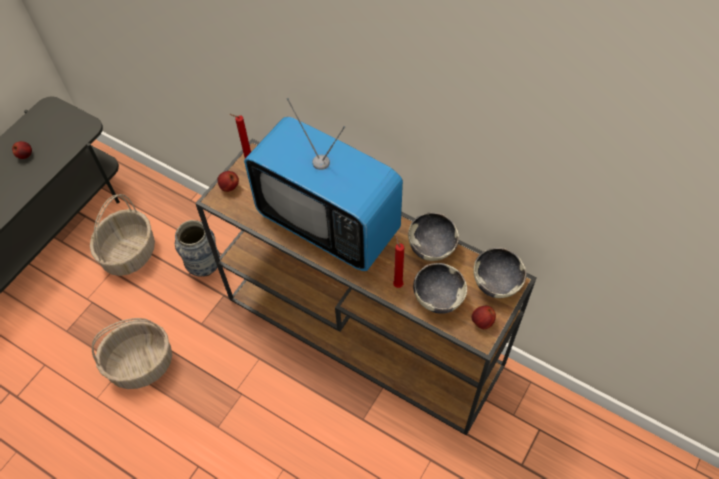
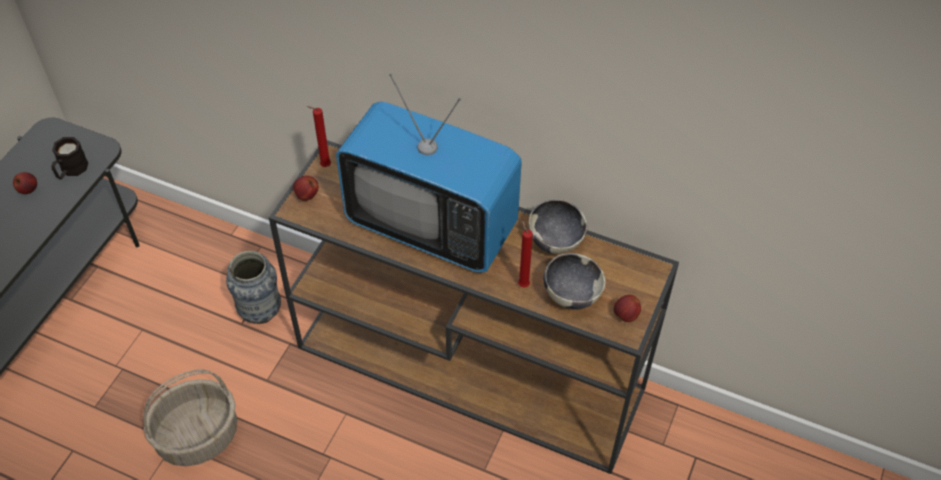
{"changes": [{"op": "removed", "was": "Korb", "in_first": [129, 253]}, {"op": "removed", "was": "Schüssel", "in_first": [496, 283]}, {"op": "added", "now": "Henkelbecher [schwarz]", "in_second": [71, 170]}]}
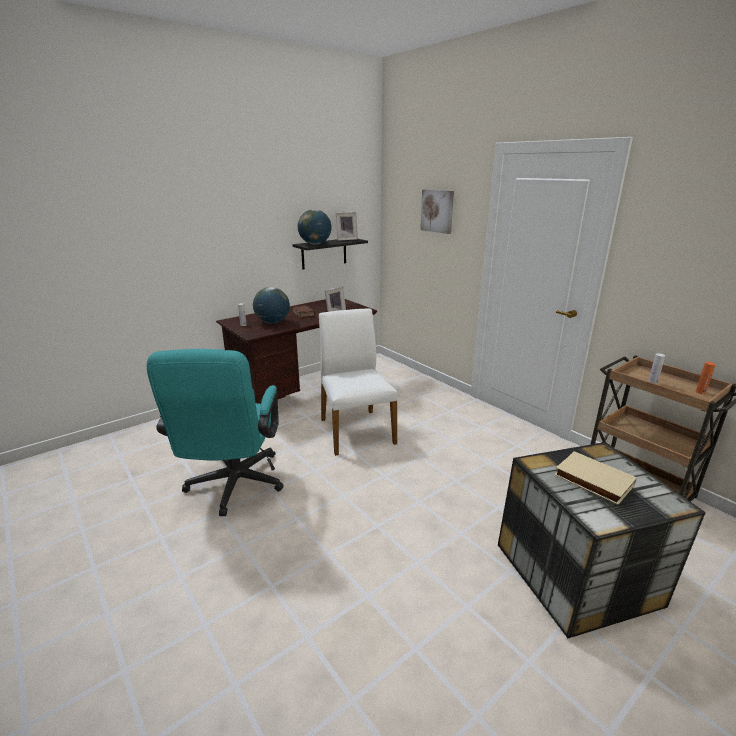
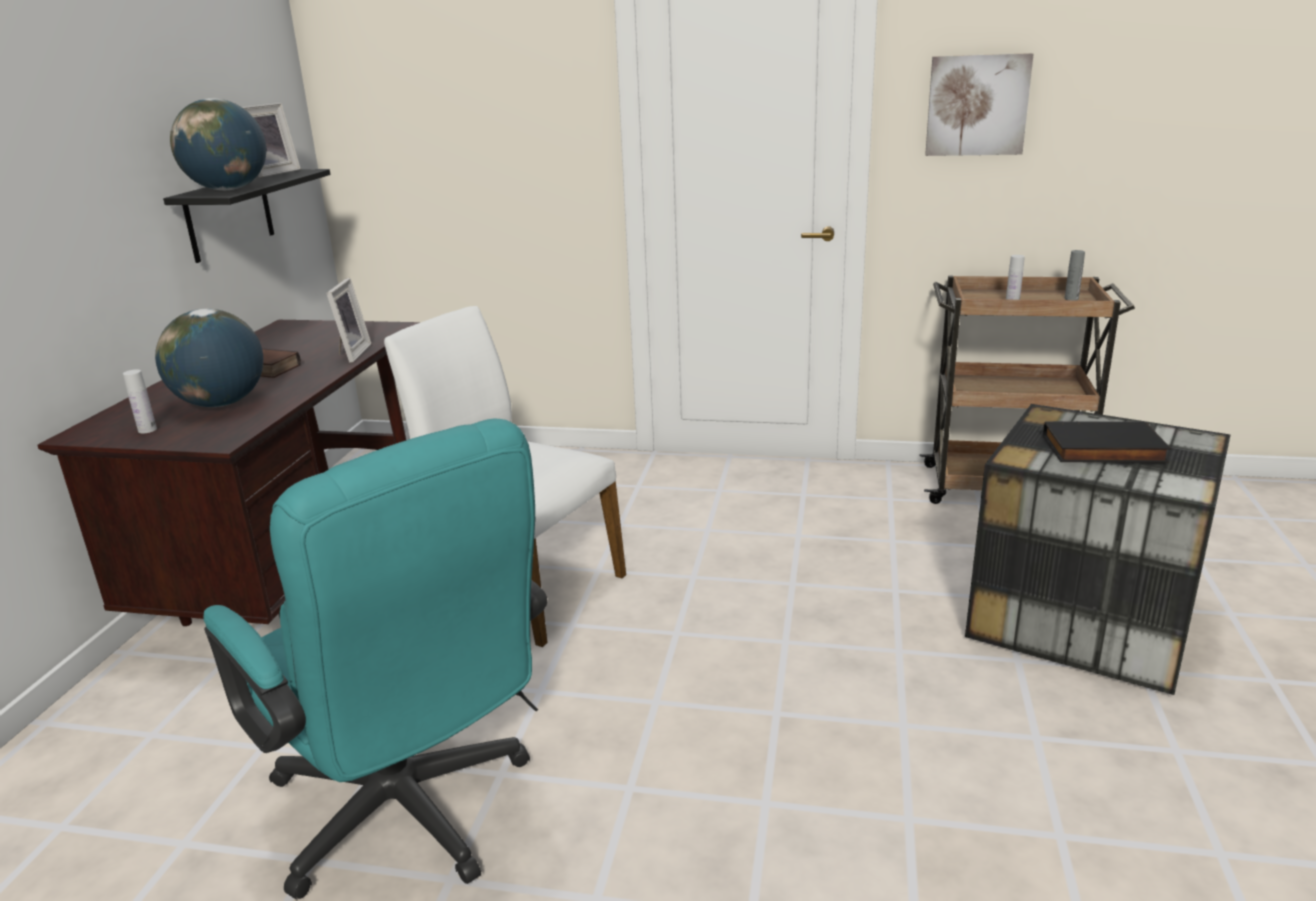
{"changes": [{"op": "moved", "was": "Bild", "in_first": [437, 211], "in_second": [977, 105]}, {"op": "recoloured", "was": "Flasche [orange]", "now": "Flasche [grau]", "in_first": [700, 392], "in_second": [1071, 299]}, {"op": "recoloured", "was": "Buch [beige]", "now": "Buch [schwarz]", "in_first": [592, 481], "in_second": [1103, 450]}]}
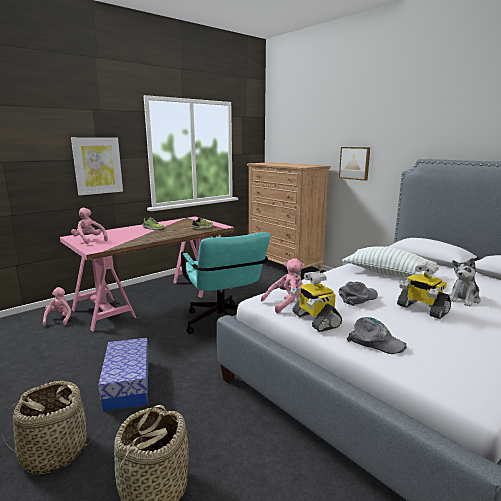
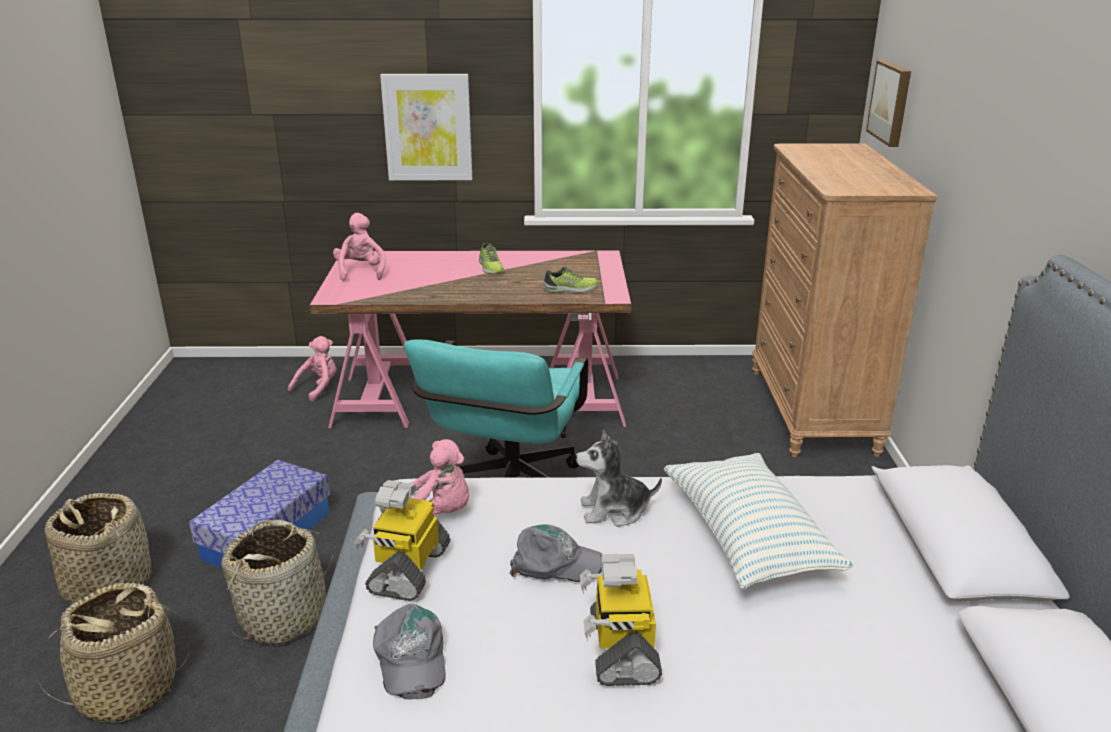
{"changes": [{"op": "moved", "was": "Bild", "in_first": [355, 163], "in_second": [891, 102]}, {"op": "moved", "was": "Plüschtier", "in_first": [463, 299], "in_second": [614, 510]}, {"op": "added", "now": "Korb", "in_second": [284, 617]}]}
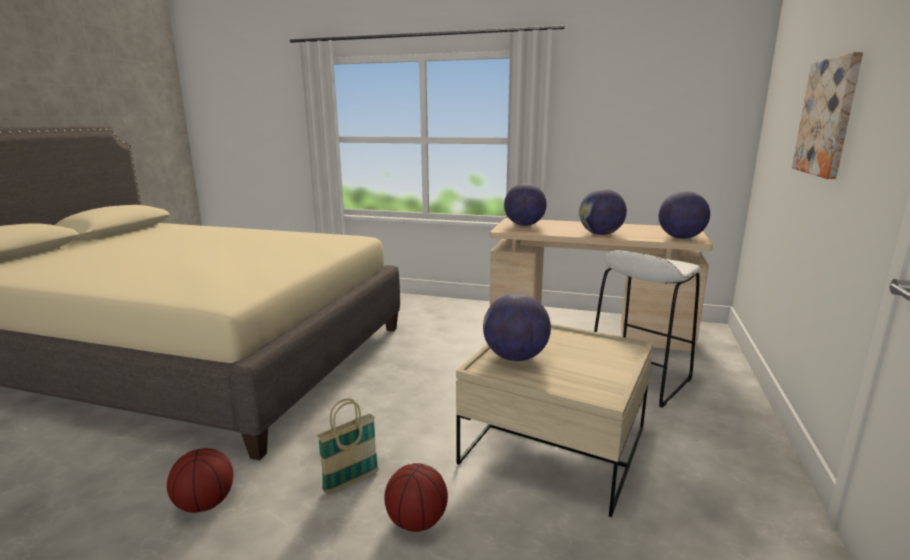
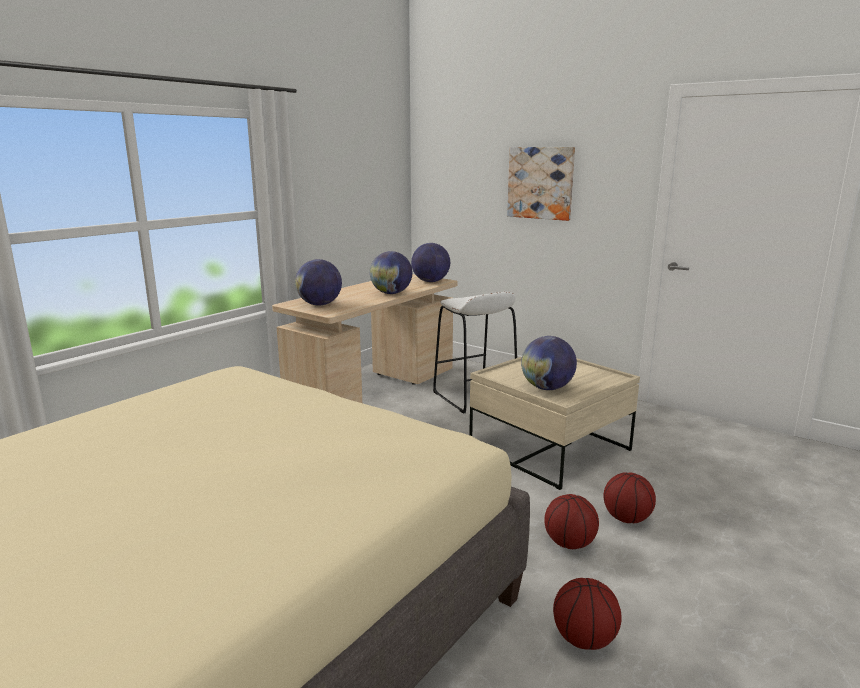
{"changes": [{"op": "replaced", "was": "Korb", "now": "Basketball", "in_first": [351, 482], "in_second": [570, 544]}]}
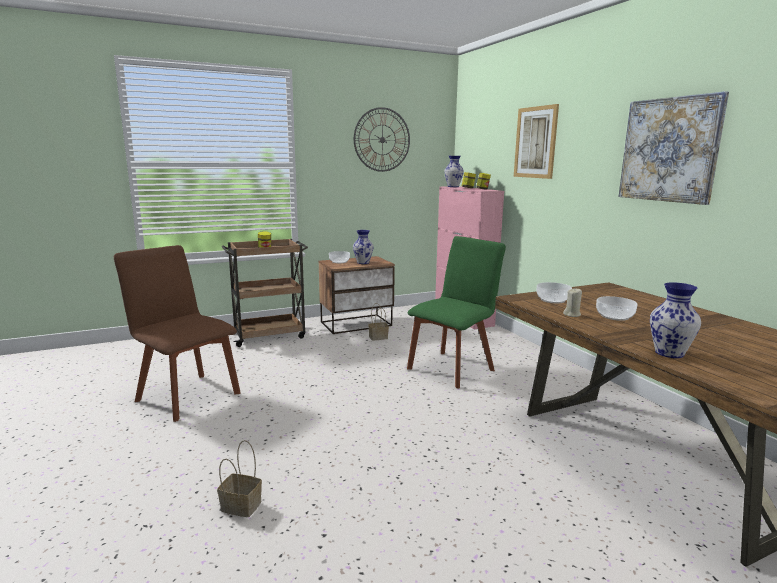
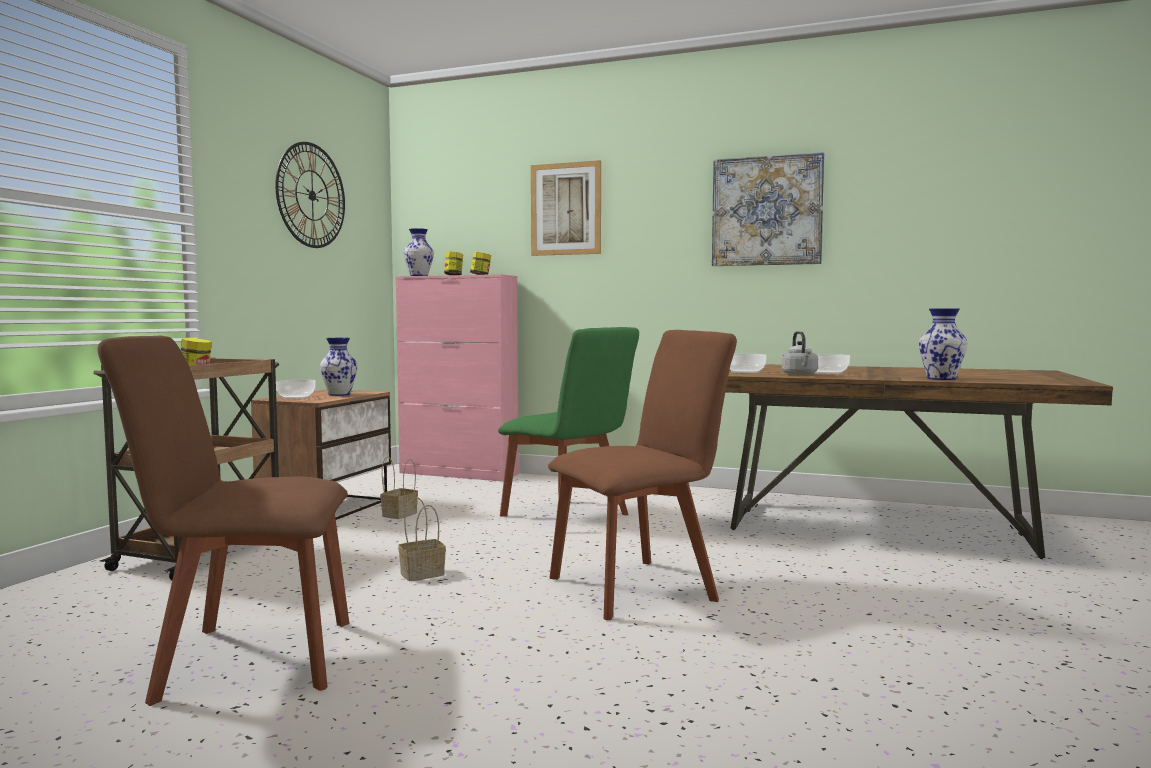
{"changes": [{"op": "turned", "was": "Stuhl [grün]", "in_first": [453, 368], "in_second": [569, 517], "clockwise": 135}, {"op": "replaced", "was": "Kerze [beige]", "now": "Wasserkessel [grau]", "in_first": [572, 314], "in_second": [800, 375]}, {"op": "moved", "was": "Korb", "in_first": [239, 506], "in_second": [421, 574]}, {"op": "added", "now": "Stuhl [braun]", "in_second": [638, 587]}]}
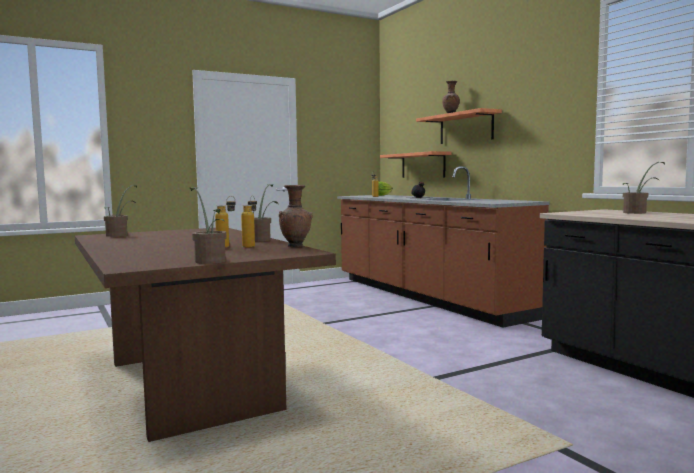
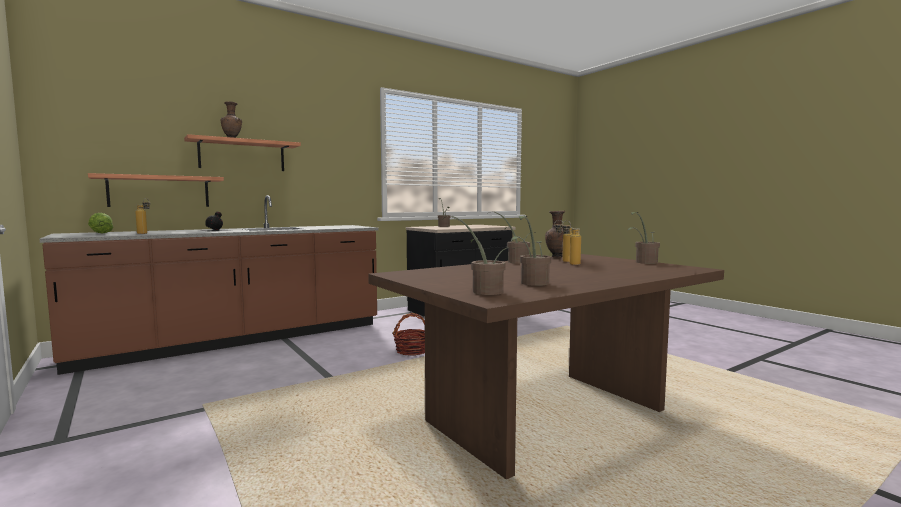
{"changes": [{"op": "added", "now": "Topfpflanze", "in_second": [532, 283]}, {"op": "added", "now": "Korb", "in_second": [412, 351]}]}
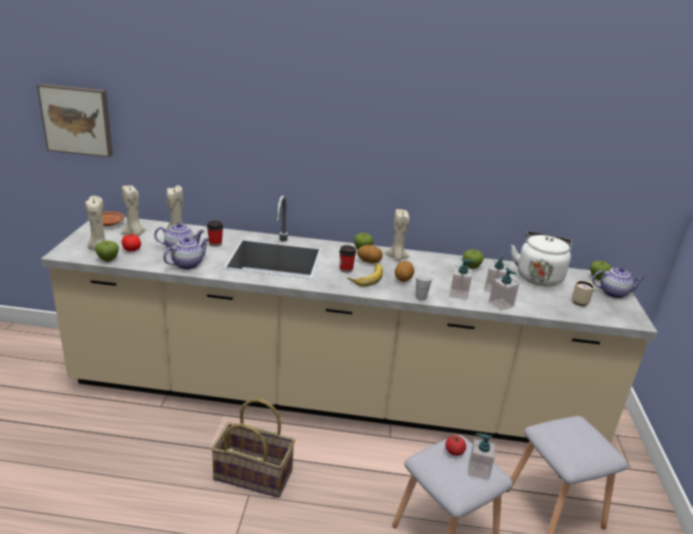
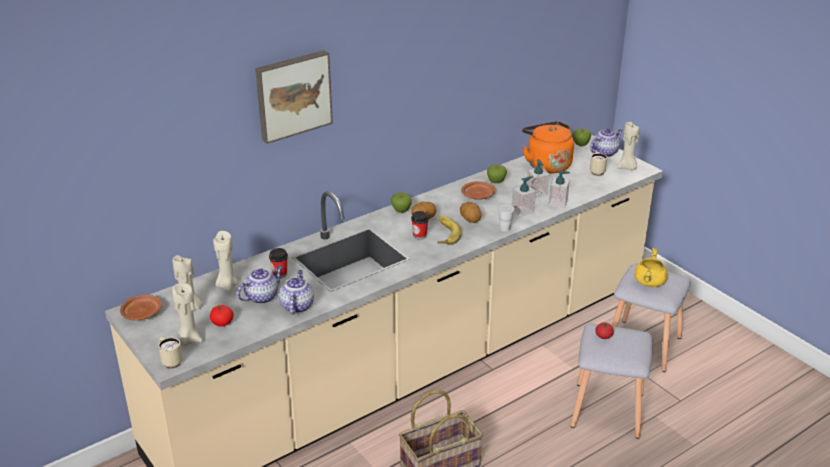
{"changes": [{"op": "moved", "was": "Bild", "in_first": [77, 120], "in_second": [293, 95]}, {"op": "moved", "was": "Kerze [beige]", "in_first": [396, 257], "in_second": [627, 167]}, {"op": "recoloured", "was": "Wasserkessel [weiß]", "now": "Wasserkessel [orange]", "in_first": [538, 276], "in_second": [547, 164]}, {"op": "removed", "was": "Apfel", "in_first": [108, 259]}, {"op": "removed", "was": "Seifenspender", "in_first": [478, 470]}, {"op": "added", "now": "Teller [braun]", "in_second": [478, 195]}, {"op": "added", "now": "Kochtopf [gelb]", "in_second": [650, 282]}, {"op": "added", "now": "Henkelbecher [beige]", "in_second": [170, 361]}]}
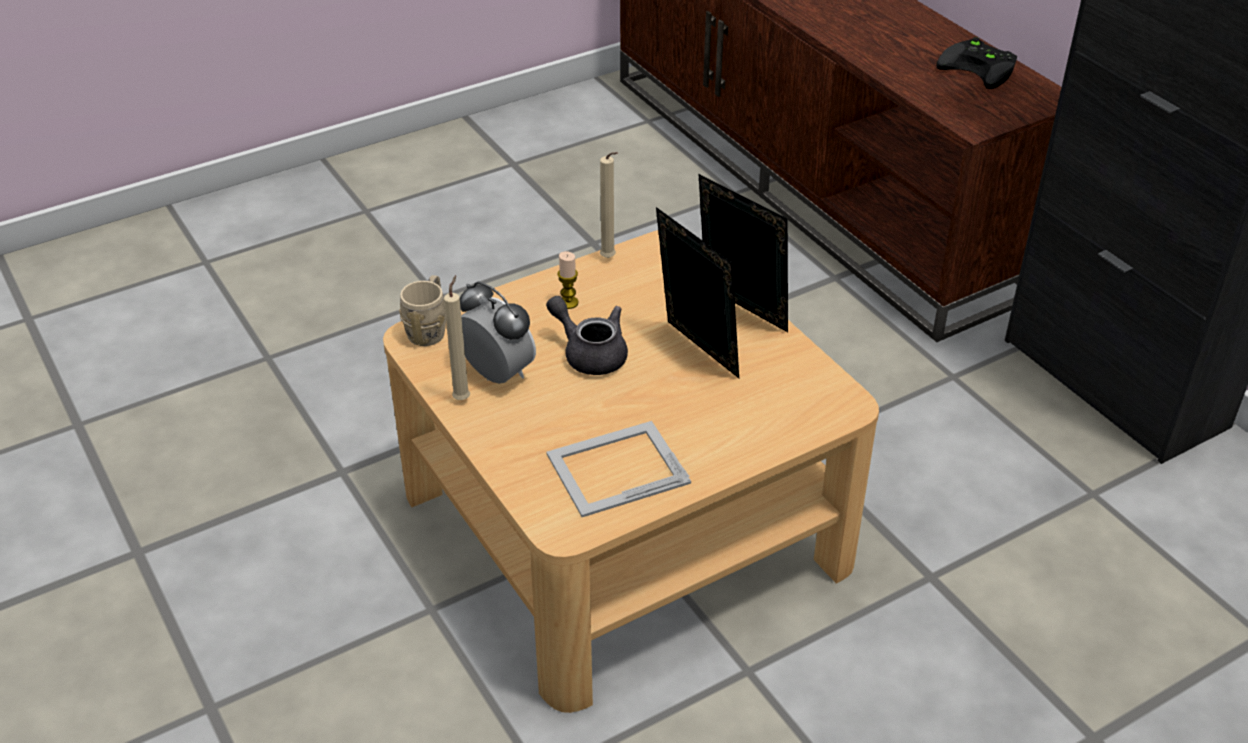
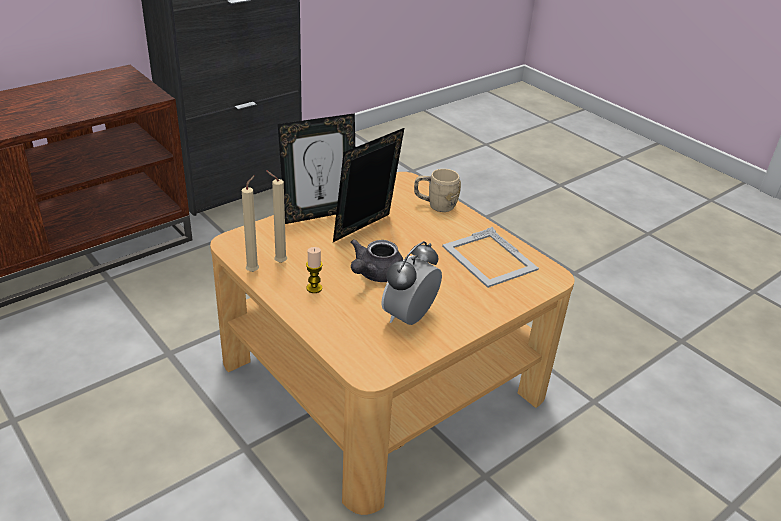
{"changes": [{"op": "removed", "was": "Gamepad [schwarz]", "in_first": [981, 68]}, {"op": "turned", "was": "Bilderrahmen", "in_first": [740, 313], "in_second": [319, 214], "clockwise": -150}, {"op": "moved", "was": "Henkelbecher [beige]", "in_first": [429, 329], "in_second": [435, 205]}, {"op": "moved", "was": "Kerze [beige]", "in_first": [463, 398], "in_second": [278, 262]}]}
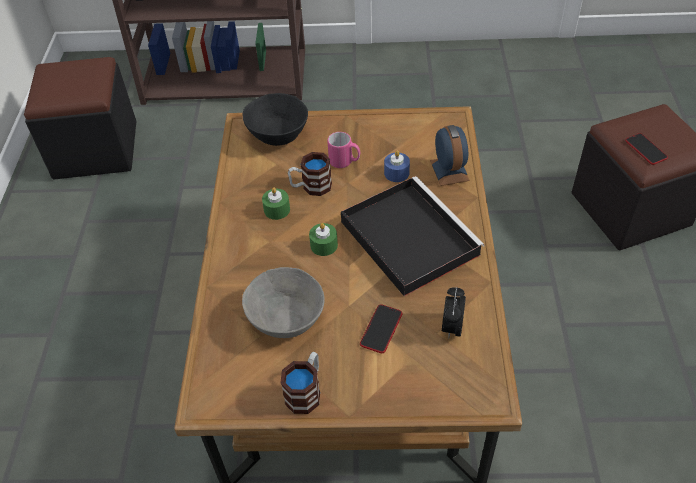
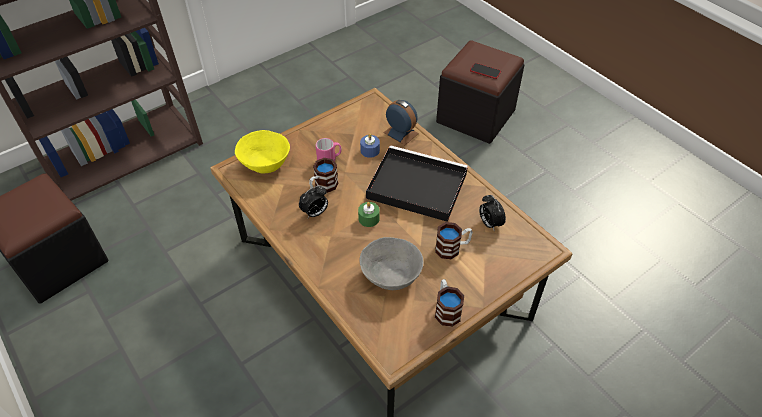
{"changes": [{"op": "recoloured", "was": "Schüssel [schwarz]", "now": "Schüssel [gelb]", "in_first": [279, 135], "in_second": [266, 164]}, {"op": "replaced", "was": "Kerze [grün]", "now": "Wecker", "in_first": [277, 210], "in_second": [315, 213]}, {"op": "replaced", "was": "Handy", "now": "Henkelbecher", "in_first": [381, 329], "in_second": [452, 248]}]}
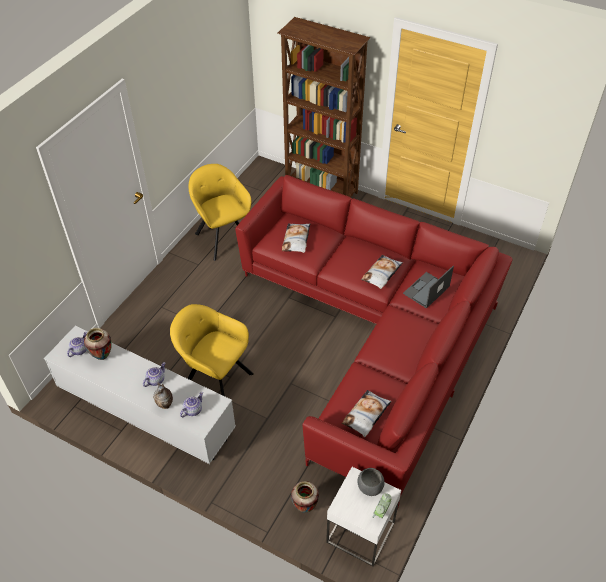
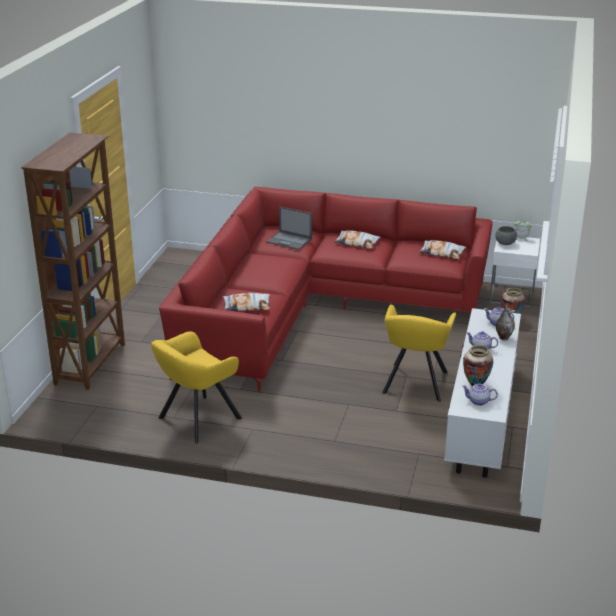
{"changes": [{"op": "moved", "was": "Kissen", "in_first": [382, 274], "in_second": [357, 243]}]}
